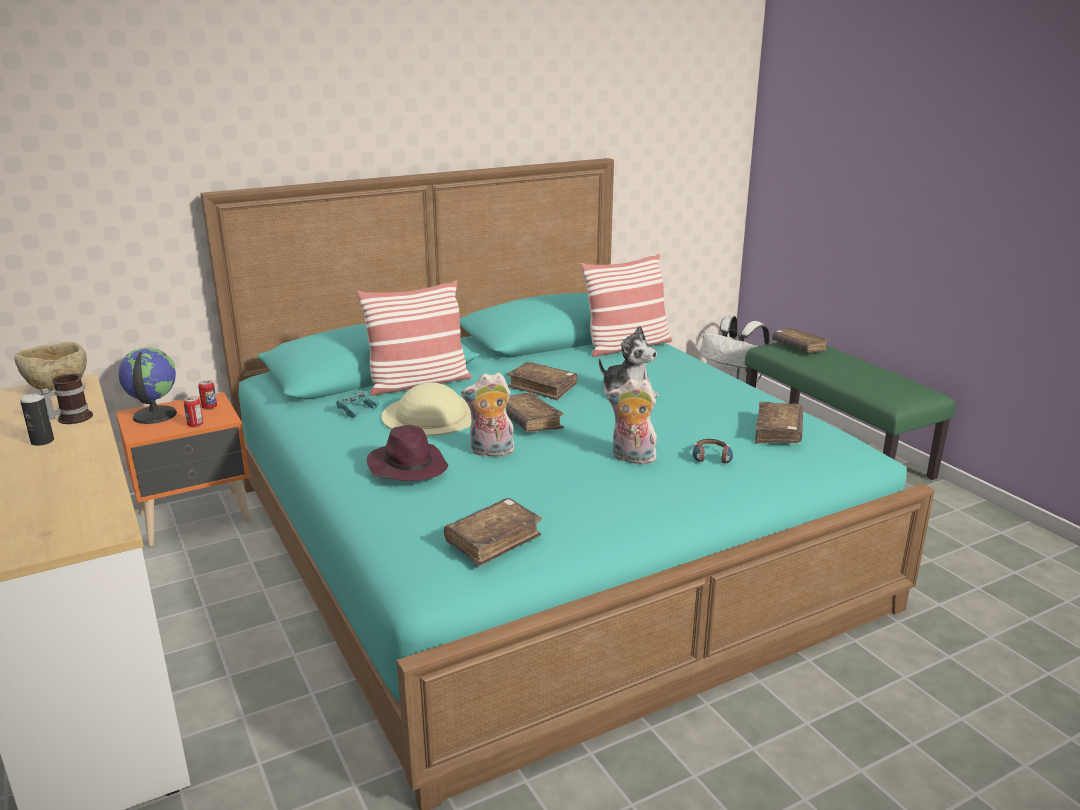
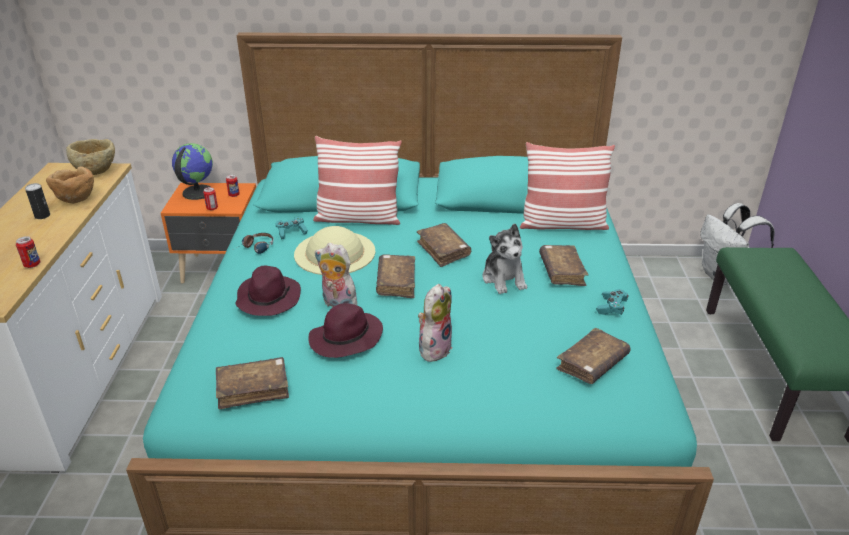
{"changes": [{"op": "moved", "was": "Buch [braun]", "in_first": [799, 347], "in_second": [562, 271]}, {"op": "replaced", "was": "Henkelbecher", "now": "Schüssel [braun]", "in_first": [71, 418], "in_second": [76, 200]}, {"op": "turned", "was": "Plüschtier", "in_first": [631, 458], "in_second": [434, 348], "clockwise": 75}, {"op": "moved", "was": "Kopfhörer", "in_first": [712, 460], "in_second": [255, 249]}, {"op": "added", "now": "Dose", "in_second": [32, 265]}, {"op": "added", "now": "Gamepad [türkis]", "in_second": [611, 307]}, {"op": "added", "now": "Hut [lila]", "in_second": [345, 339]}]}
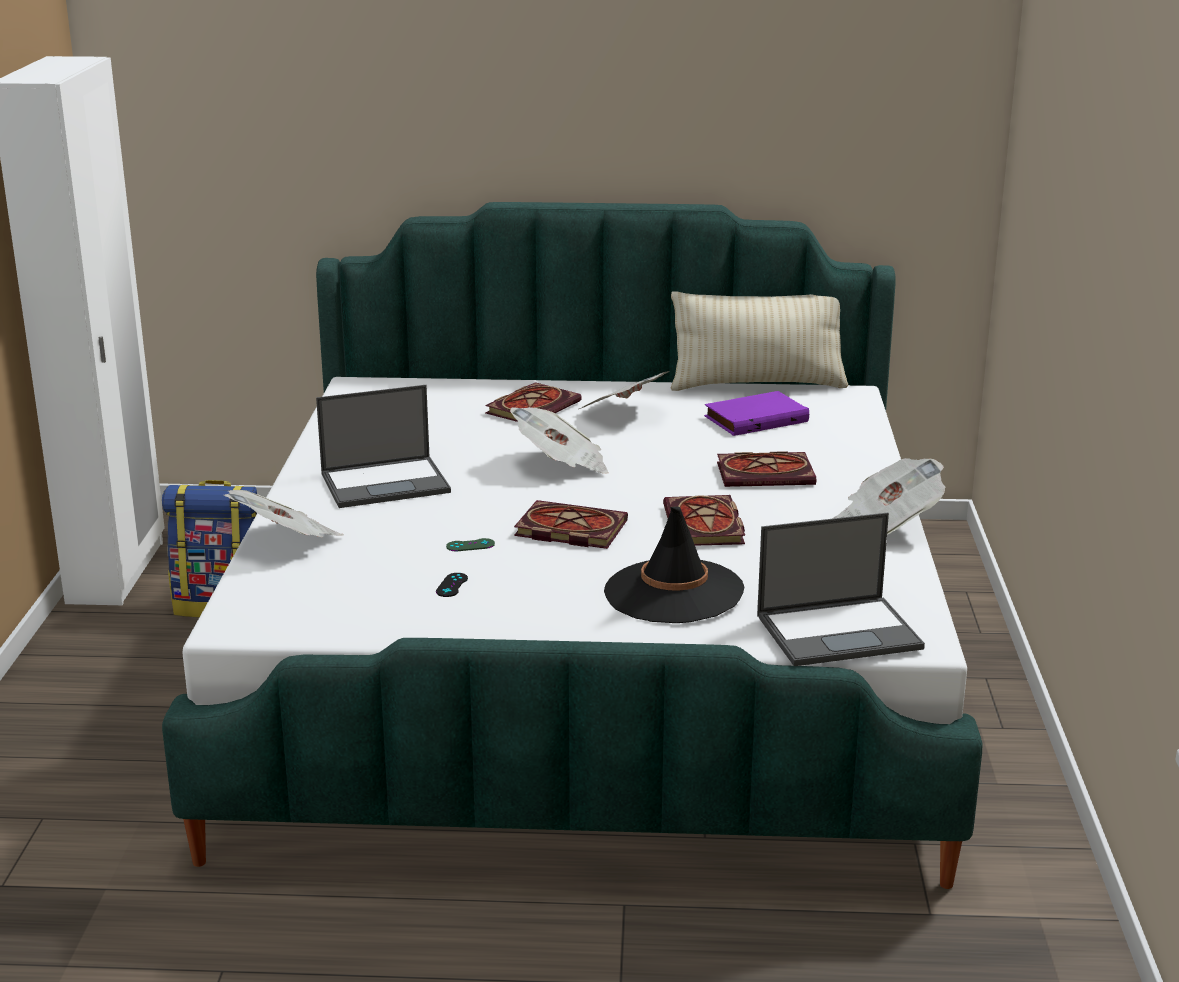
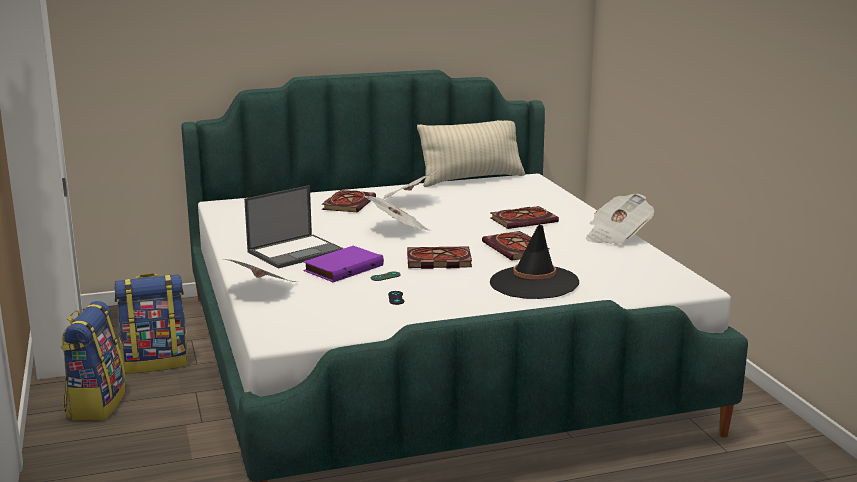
{"changes": [{"op": "moved", "was": "Buch [lila]", "in_first": [755, 418], "in_second": [343, 268]}, {"op": "removed", "was": "Laptop", "in_first": [840, 631]}, {"op": "added", "now": "Rucksack", "in_second": [96, 404]}]}
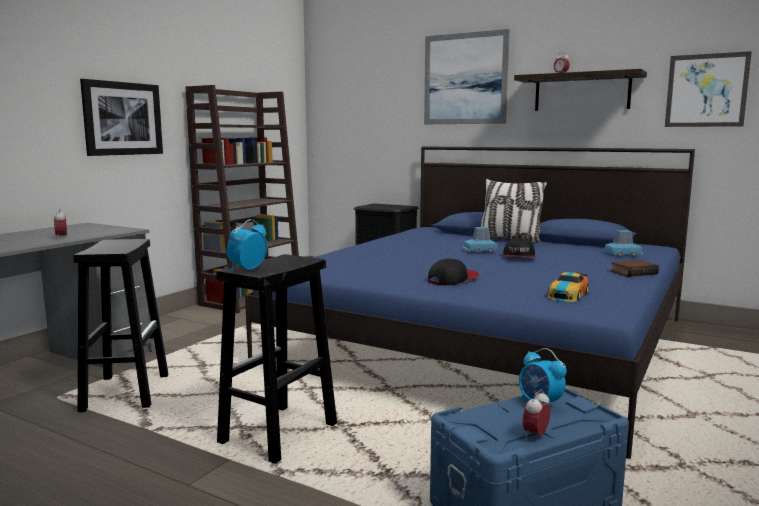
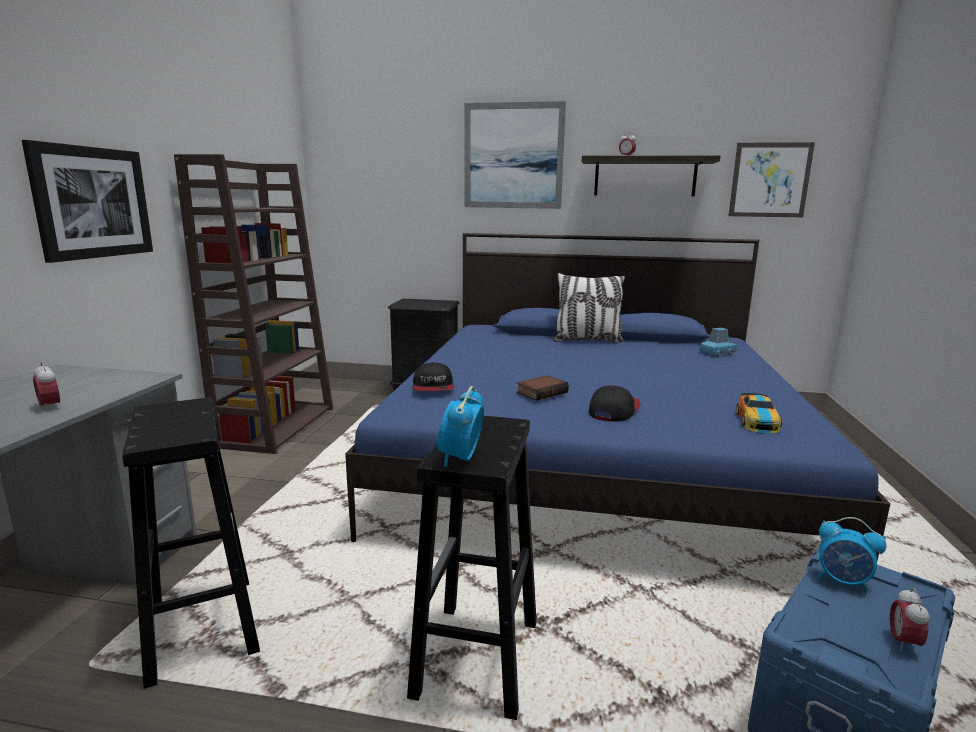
{"changes": [{"op": "removed", "was": "Spielzeugauto [blau]", "in_first": [479, 251]}, {"op": "moved", "was": "Kappe", "in_first": [519, 257], "in_second": [433, 387]}, {"op": "moved", "was": "Buch", "in_first": [633, 272], "in_second": [541, 392]}]}
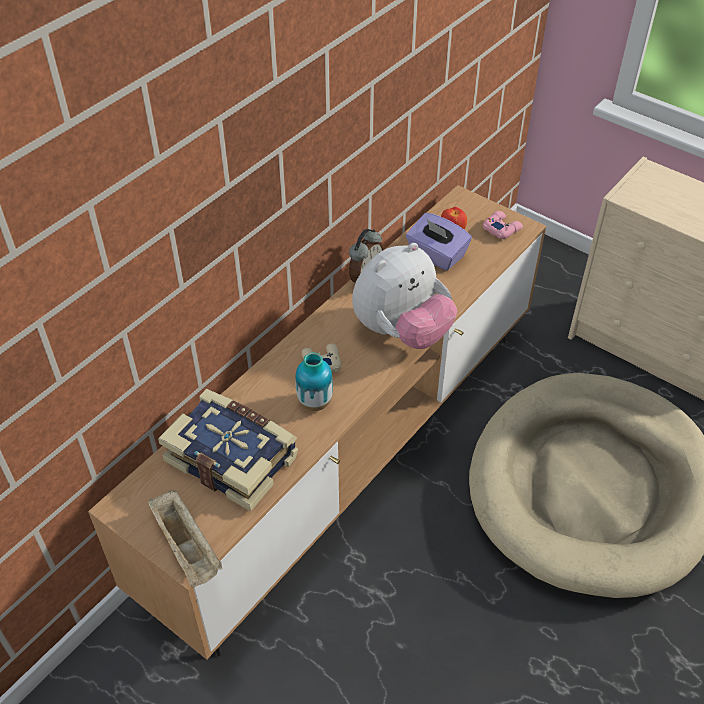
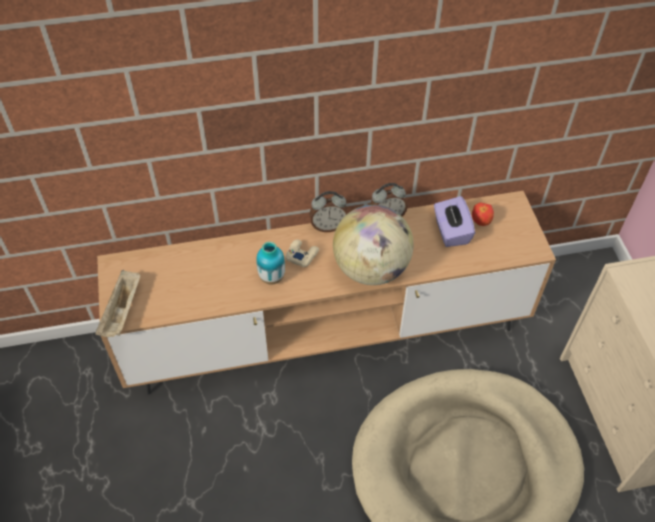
{"changes": [{"op": "removed", "was": "Gamepad [rosa]", "in_first": [501, 228]}, {"op": "replaced", "was": "Plüschtier", "now": "Globus", "in_first": [402, 332], "in_second": [371, 268]}, {"op": "removed", "was": "Buch", "in_first": [233, 458]}, {"op": "added", "now": "Wecker", "in_second": [328, 226]}]}
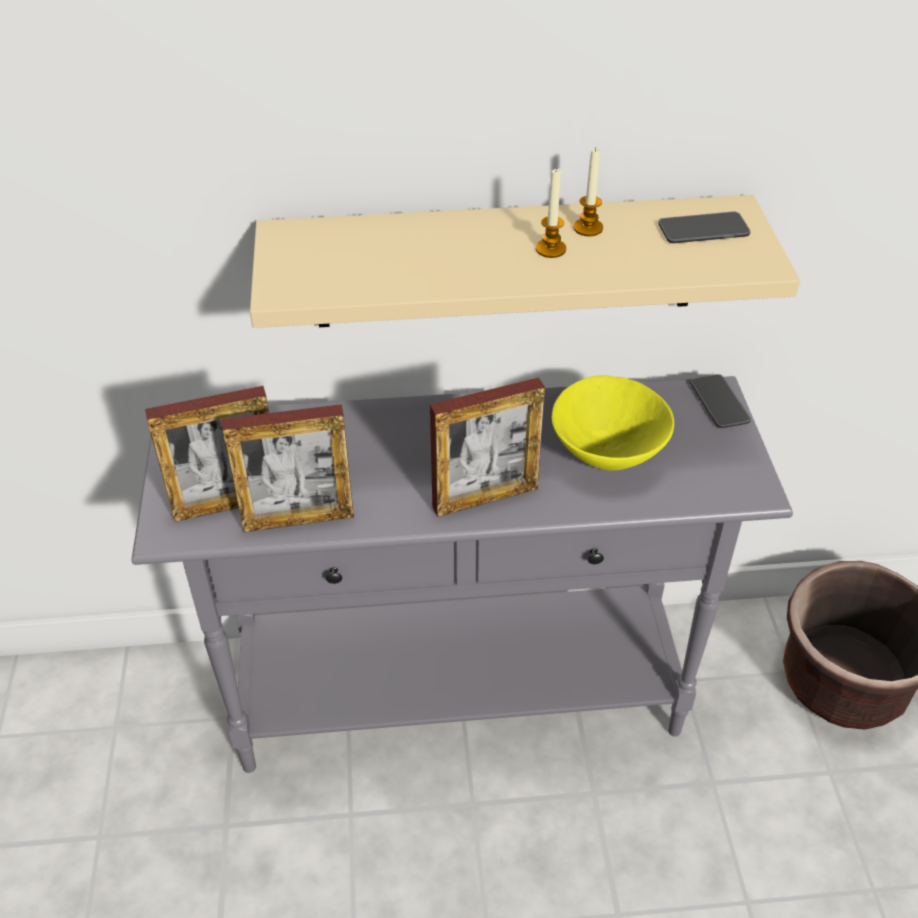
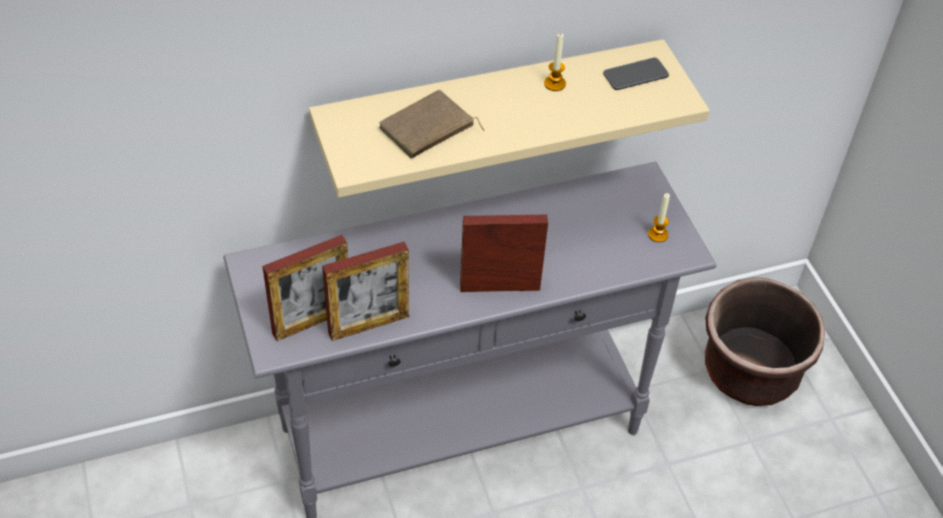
{"changes": [{"op": "moved", "was": "Kerze", "in_first": [550, 249], "in_second": [658, 235]}, {"op": "removed", "was": "Handy", "in_first": [719, 402]}, {"op": "removed", "was": "Schüssel [gelb]", "in_first": [608, 452]}, {"op": "turned", "was": "Bilderrahmen", "in_first": [485, 497], "in_second": [500, 287], "clockwise": -150}, {"op": "added", "now": "Buch [braun]", "in_second": [428, 130]}]}
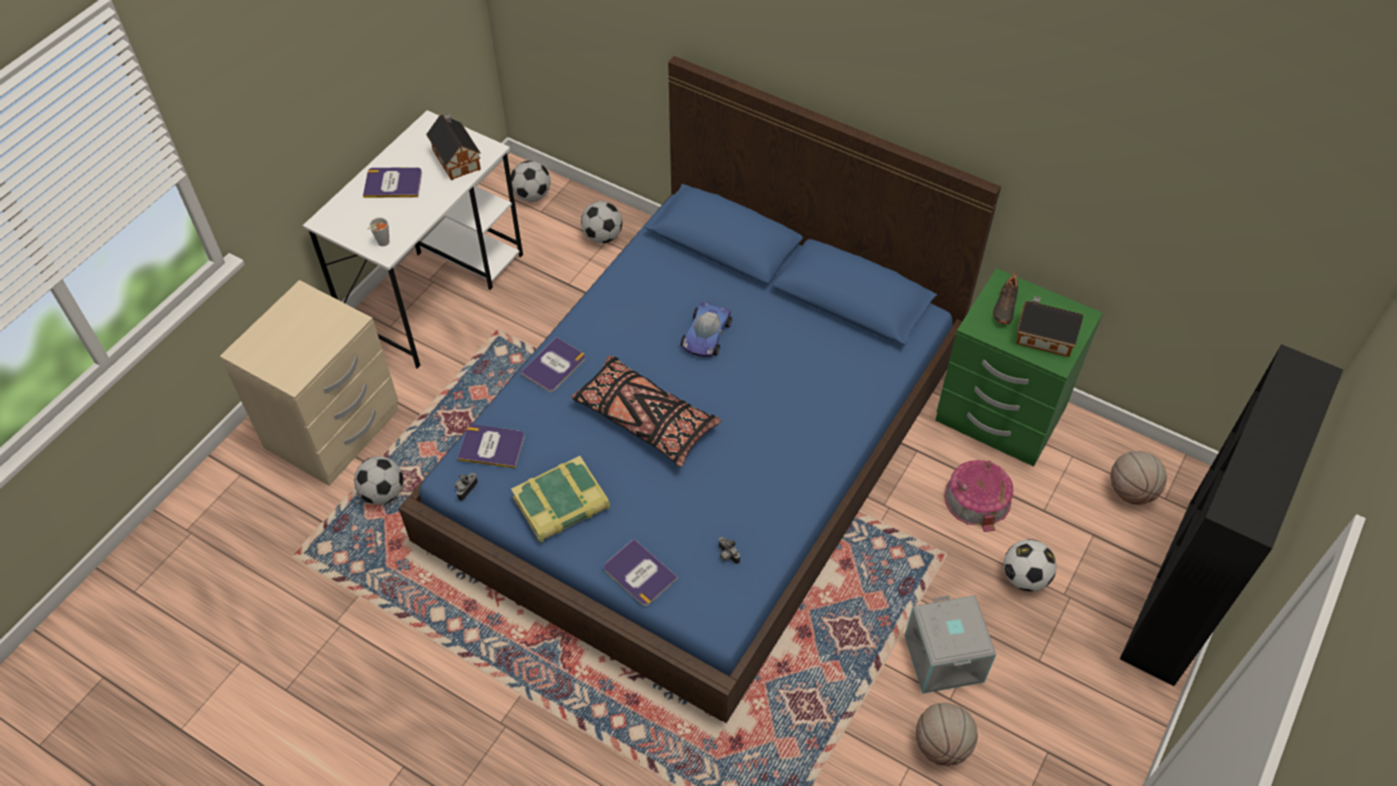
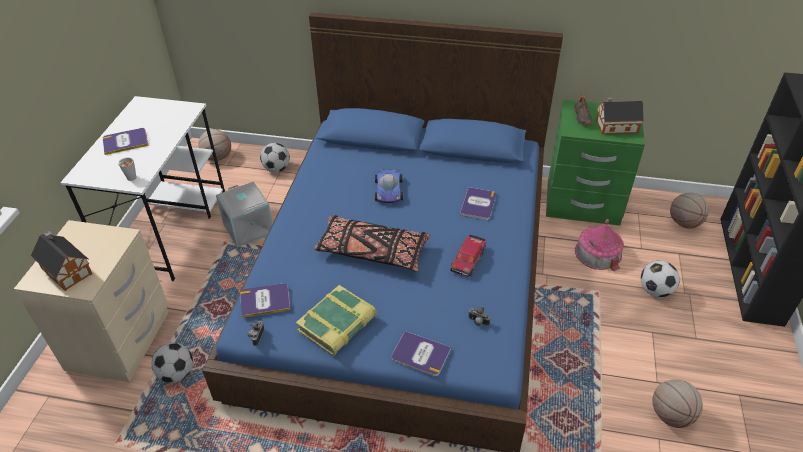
{"changes": [{"op": "moved", "was": "Spielzeughaus", "in_first": [456, 158], "in_second": [66, 270]}, {"op": "replaced", "was": "Fußball", "now": "Basketball", "in_first": [532, 195], "in_second": [217, 157]}, {"op": "moved", "was": "Buch", "in_first": [554, 366], "in_second": [478, 204]}, {"op": "moved", "was": "Aufbewahrungsbox [grau]", "in_first": [945, 658], "in_second": [249, 228]}, {"op": "added", "now": "Spielzeugauto", "in_second": [468, 260]}]}
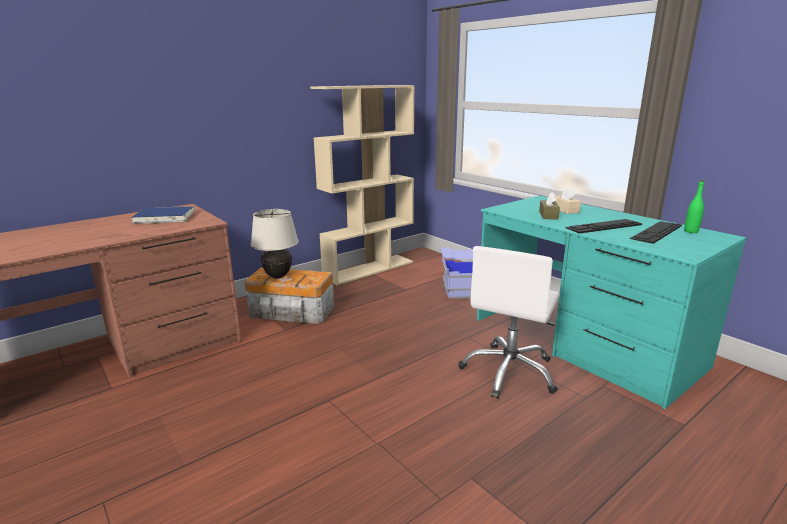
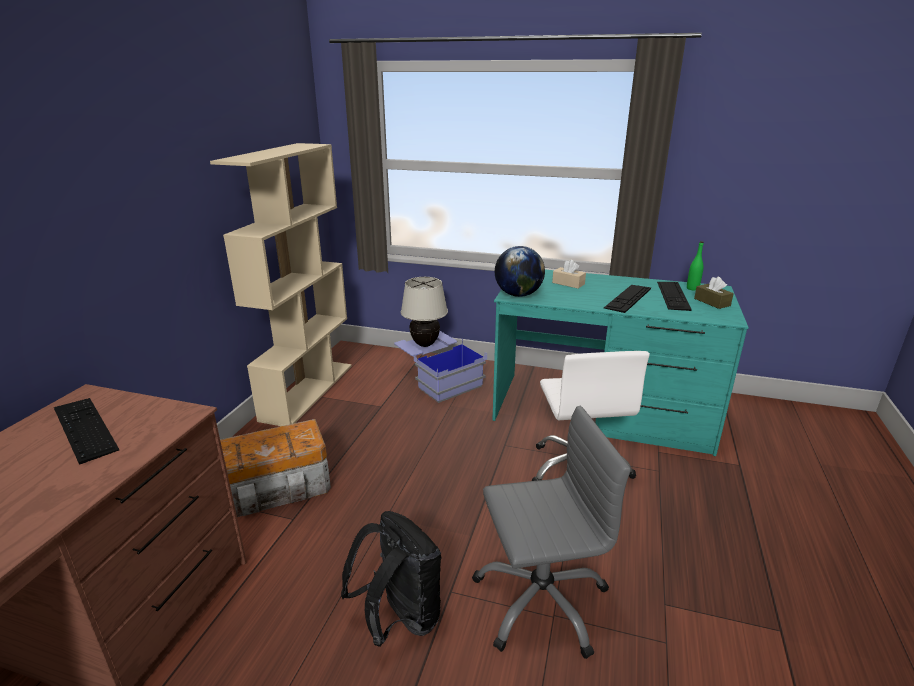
{"changes": [{"op": "moved", "was": "Taschentuchbox [braun]", "in_first": [548, 215], "in_second": [712, 302]}, {"op": "replaced", "was": "Buch [blau]", "now": "Tastatur", "in_first": [165, 217], "in_second": [85, 428]}, {"op": "moved", "was": "Tischlampe [beige]", "in_first": [277, 276], "in_second": [424, 344]}, {"op": "added", "now": "Globus", "in_second": [518, 295]}, {"op": "added", "now": "Bürostuhl [grau]", "in_second": [540, 600]}, {"op": "added", "now": "Rucksack [schwarz]", "in_second": [399, 618]}]}
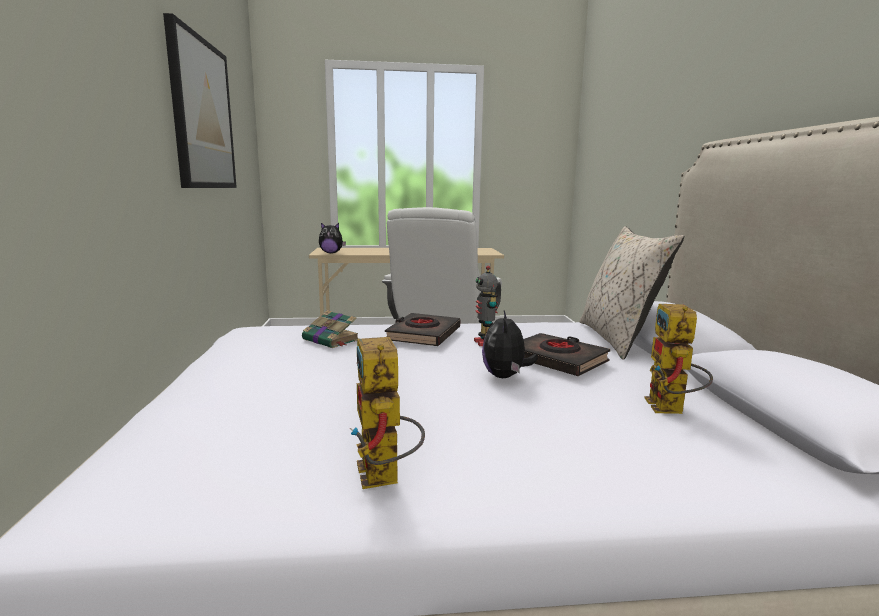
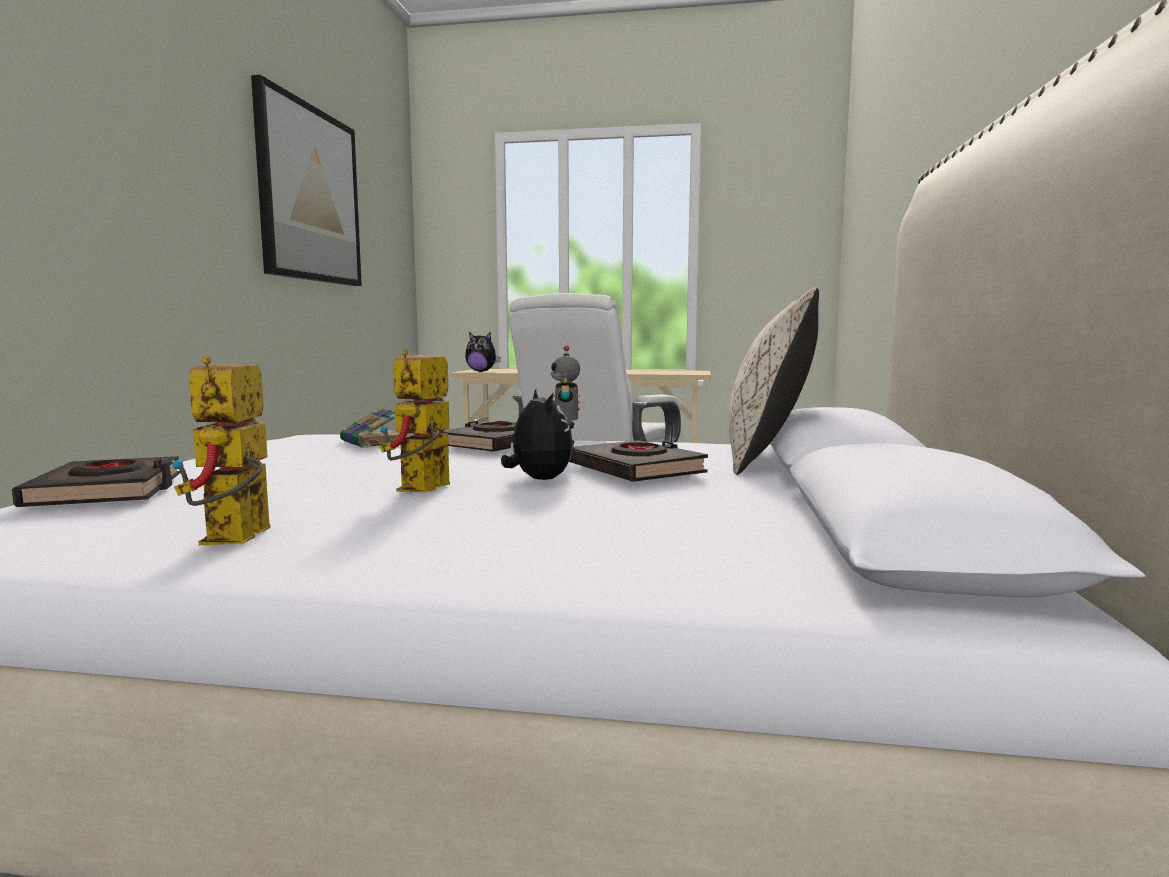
{"changes": [{"op": "moved", "was": "Spielzeugroboter", "in_first": [671, 410], "in_second": [422, 490]}, {"op": "turned", "was": "Plüschtier", "in_first": [505, 376], "in_second": [538, 479], "clockwise": 135}, {"op": "added", "now": "Buch [schwarz]", "in_second": [108, 492]}]}
